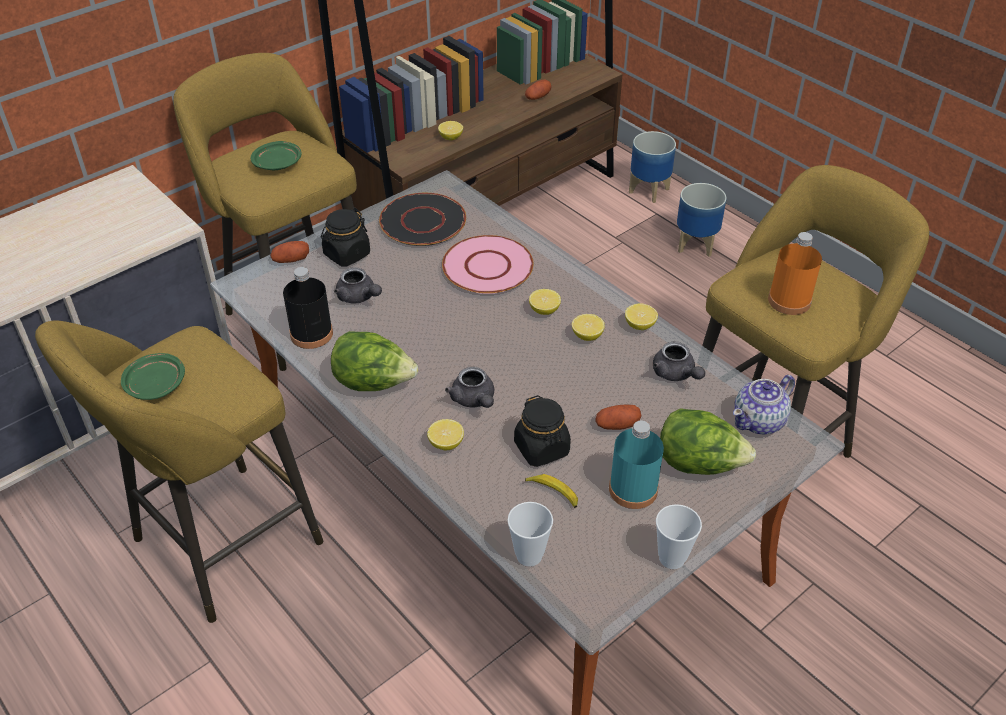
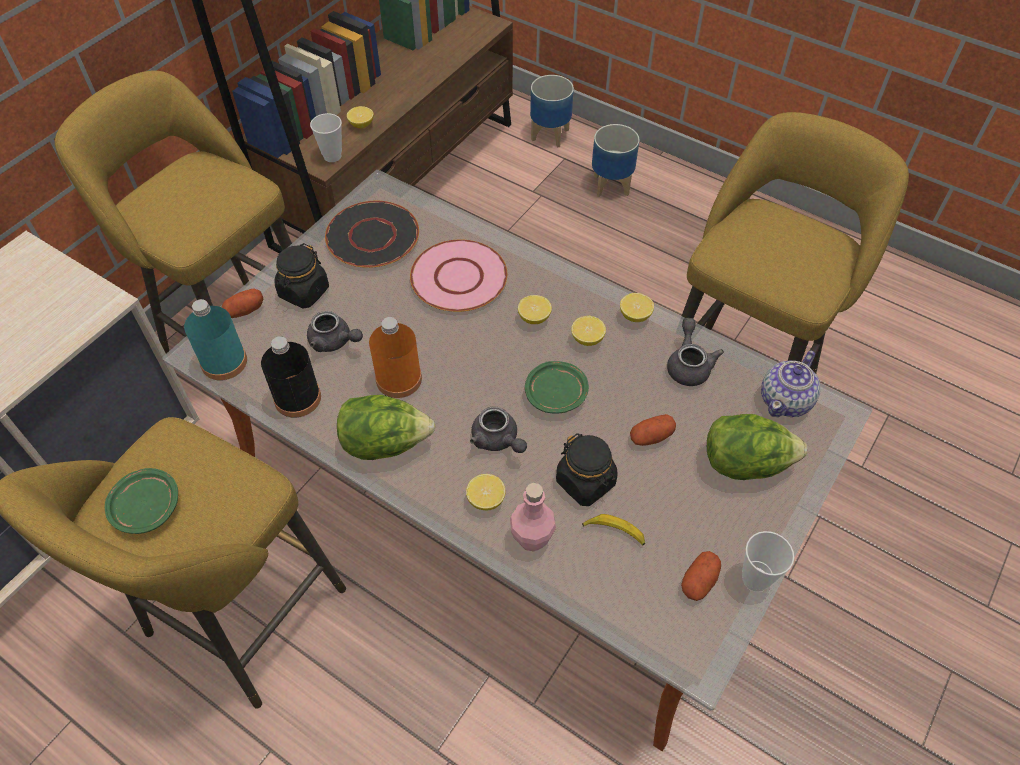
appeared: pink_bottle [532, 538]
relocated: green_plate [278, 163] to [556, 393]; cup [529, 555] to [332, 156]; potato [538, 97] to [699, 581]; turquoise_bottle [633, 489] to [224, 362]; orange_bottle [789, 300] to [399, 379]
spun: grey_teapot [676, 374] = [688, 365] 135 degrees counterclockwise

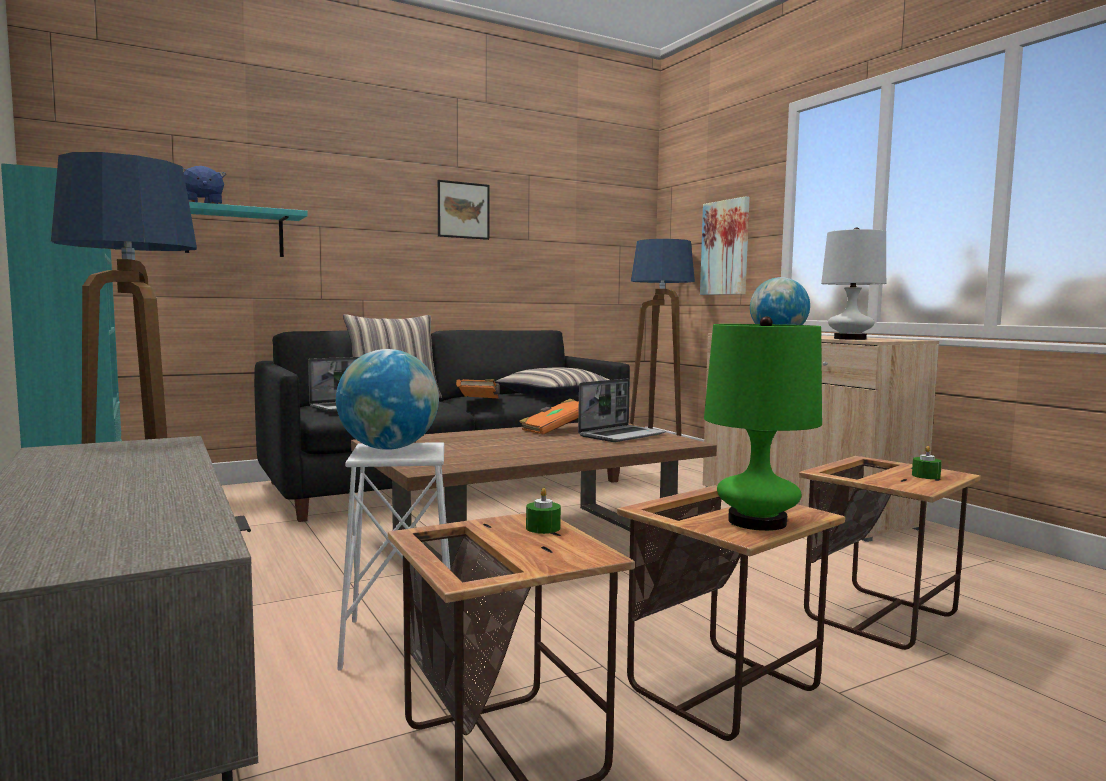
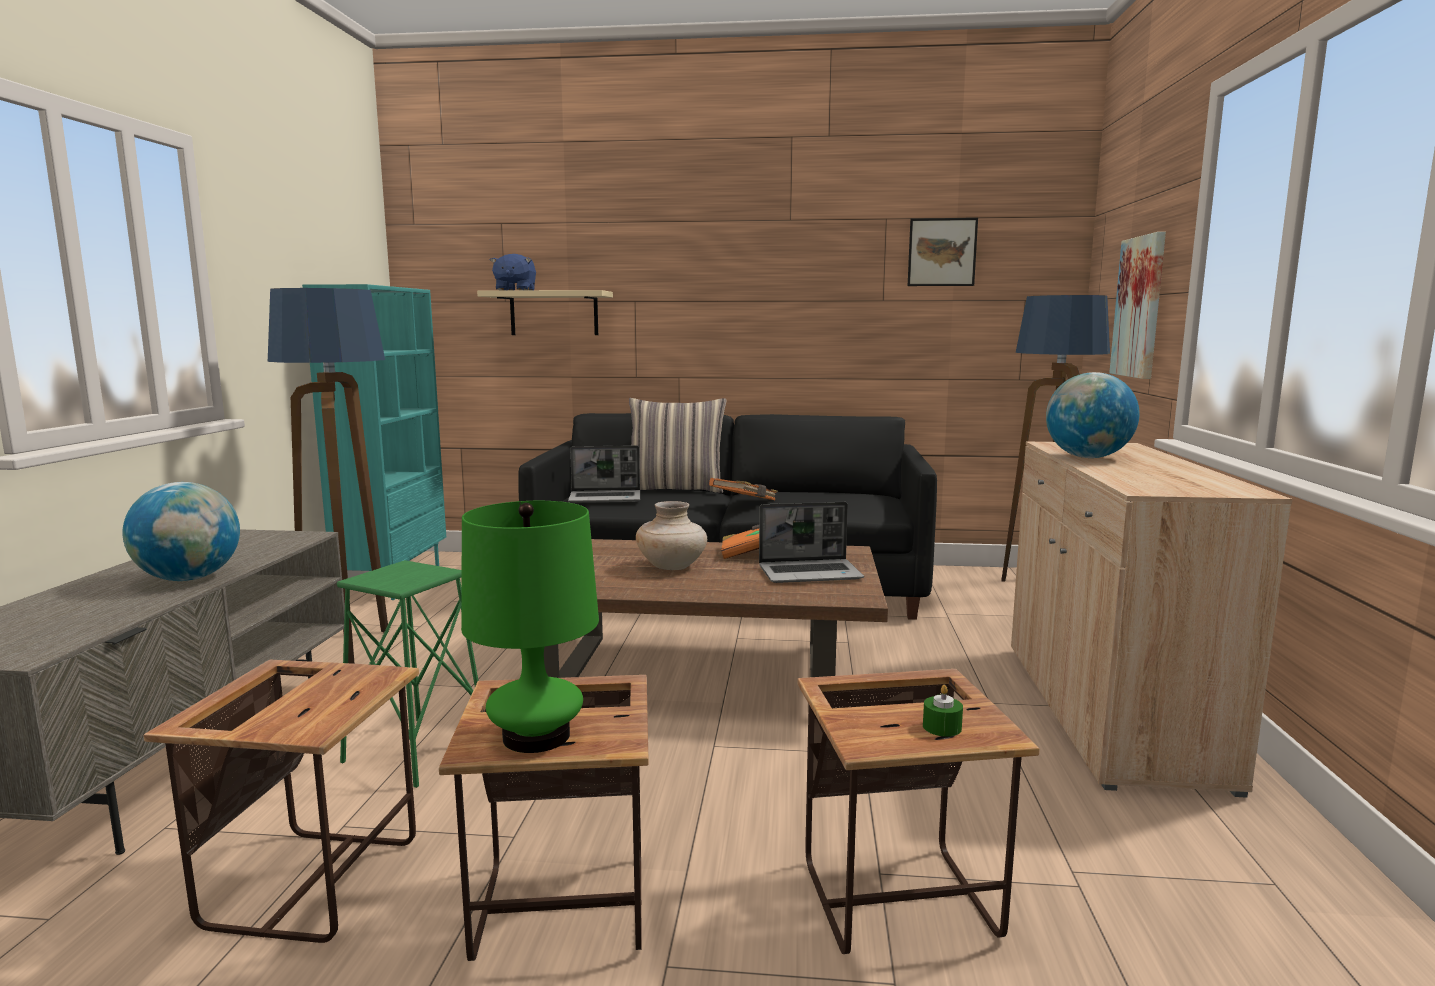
missing: pillow [554, 395]; green_candle [543, 528]; white_table_lamp [849, 339]
appeared: beige_vase [672, 567]
relocated: globe [388, 448] to [189, 578]; picture [463, 210] to [942, 252]
colour: turquoise_shelf [234, 233] to beige_shelf [554, 313]; white_stool [400, 641] to green_stool [417, 751]

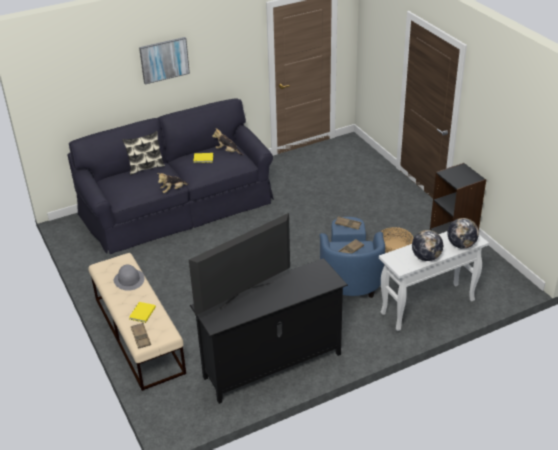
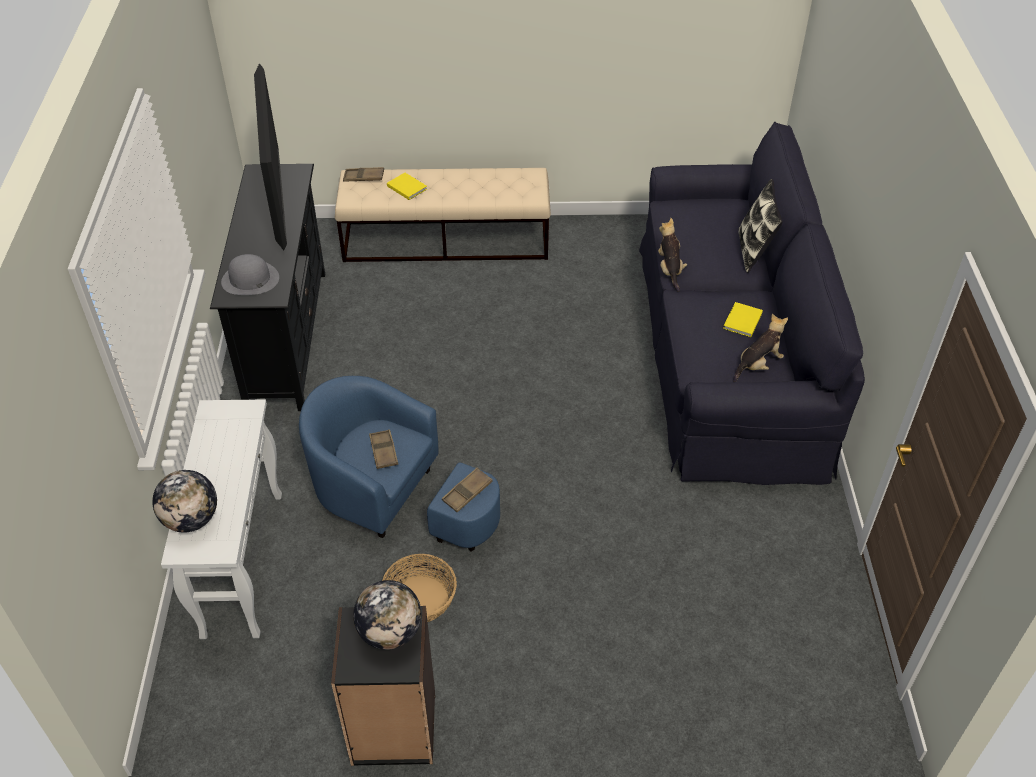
missing: picture [164, 60]
relocated: grey_hat [129, 280] to [250, 279]; globe [426, 257] to [390, 632]

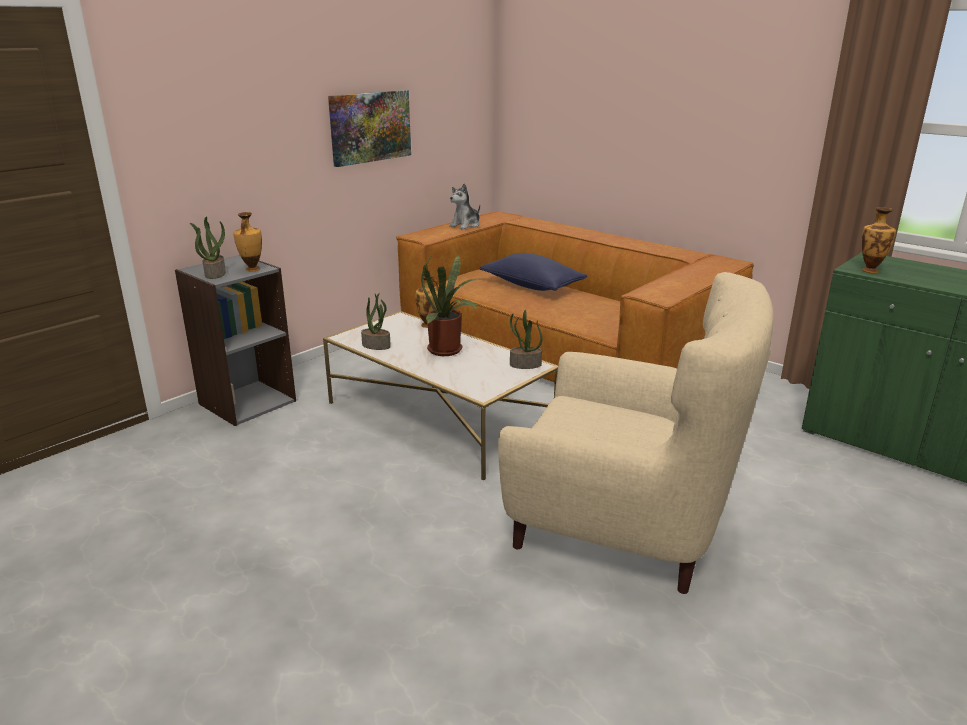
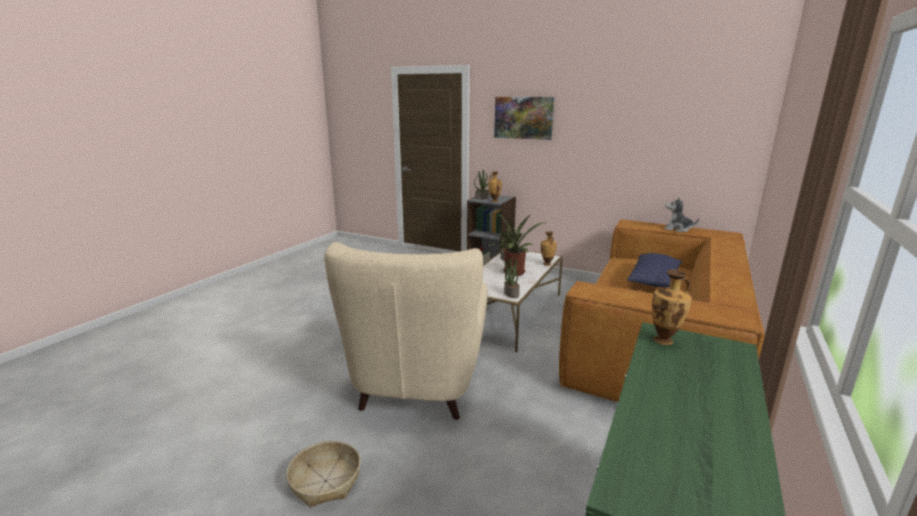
appeared: basket [325, 481]
relocated: picture [370, 127] to [523, 118]

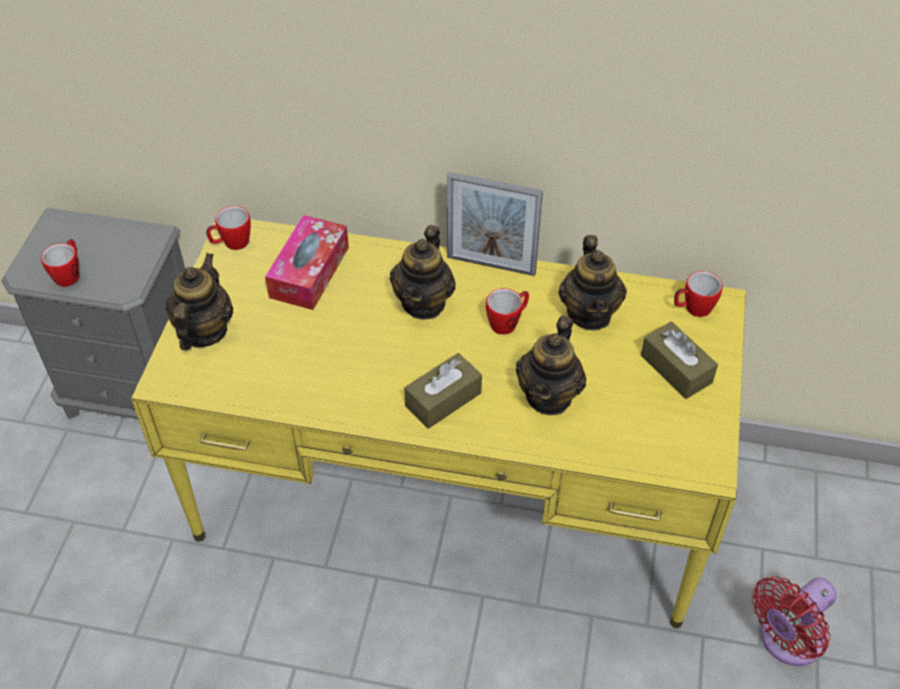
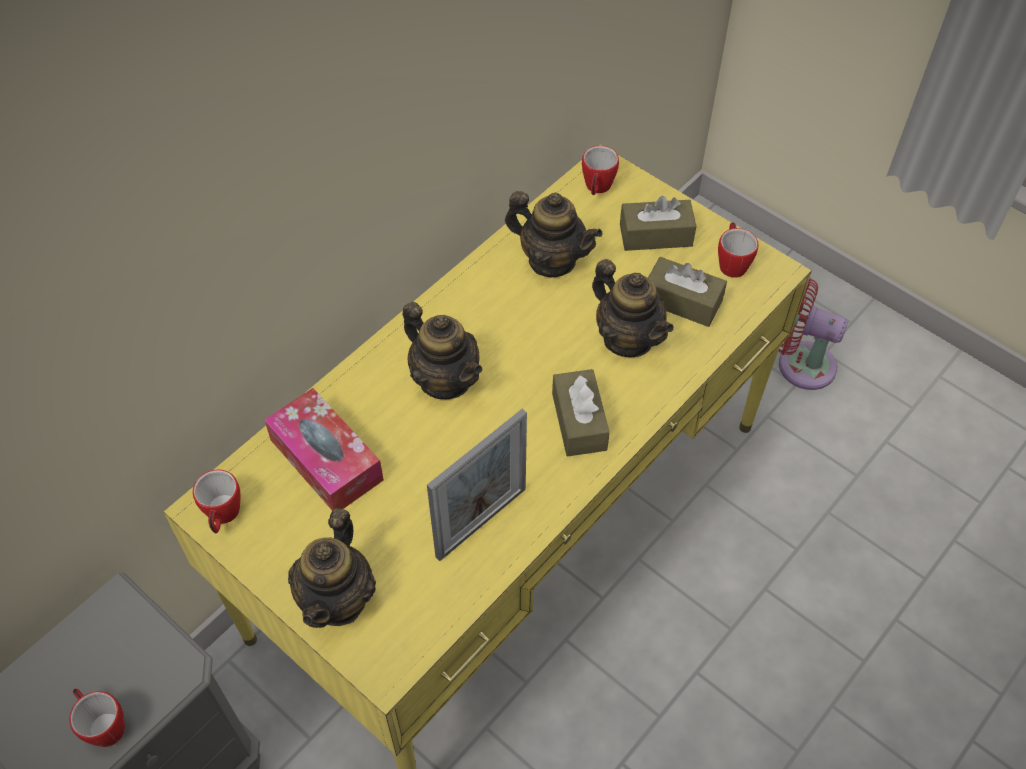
appeared: brown_tissue_box [682, 301]
relocated: picture_frame [491, 265] to [481, 522]; mug [508, 322] to [731, 262]
spun: teapot [204, 331] = [338, 599] 120 degrees counterclockwise; red_fan [786, 640] = [800, 363] 120 degrees clockwise

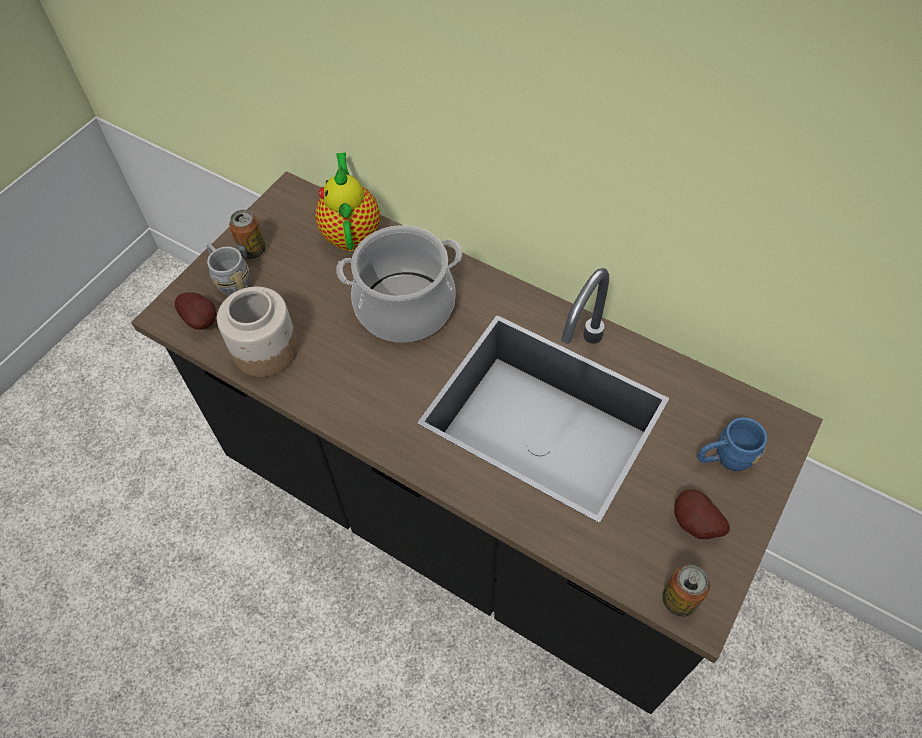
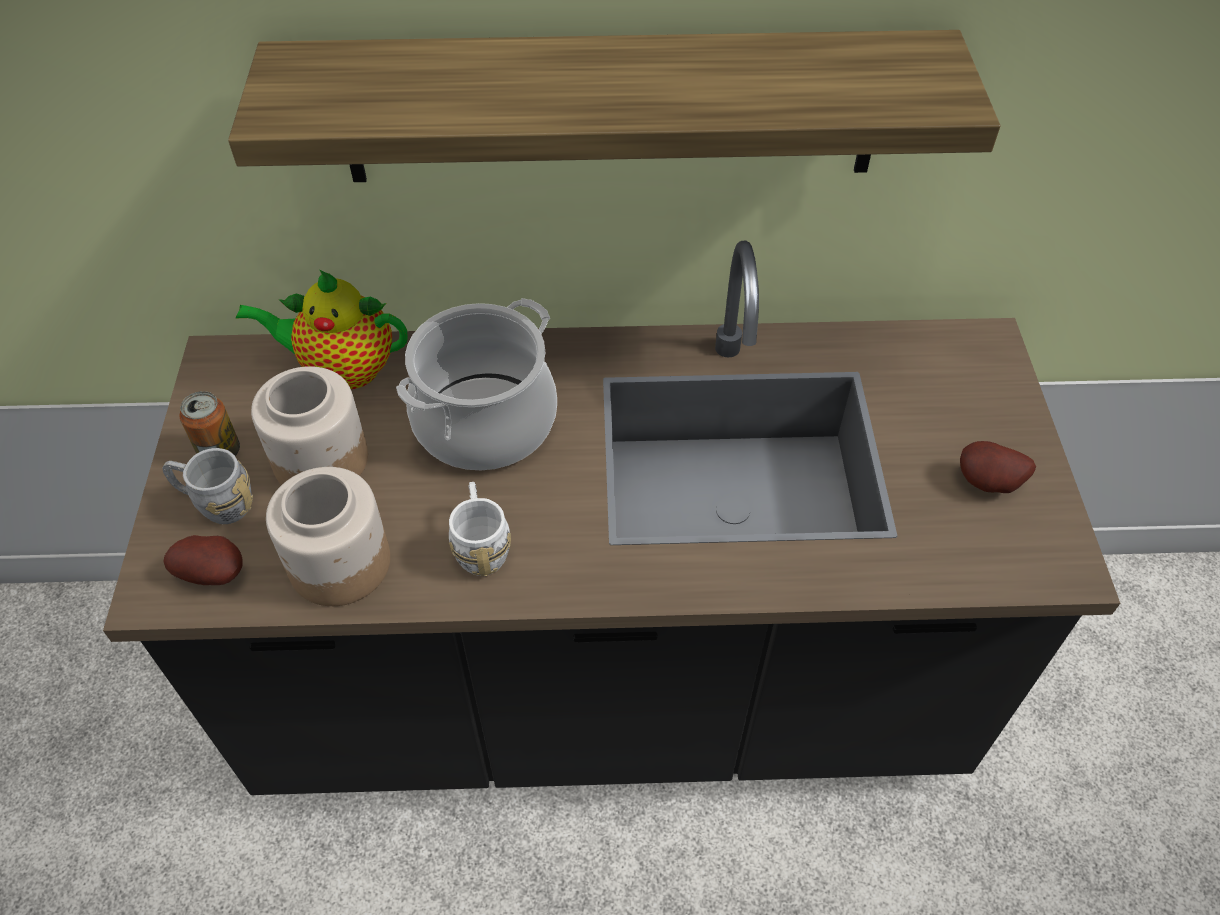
missing: can [679, 600]; blue_mug [724, 459]
appeared: shelf [611, 108]; jar [320, 460]; white_mug [481, 545]
spun: teapot [351, 232] = [343, 369] 45 degrees counterclockwise

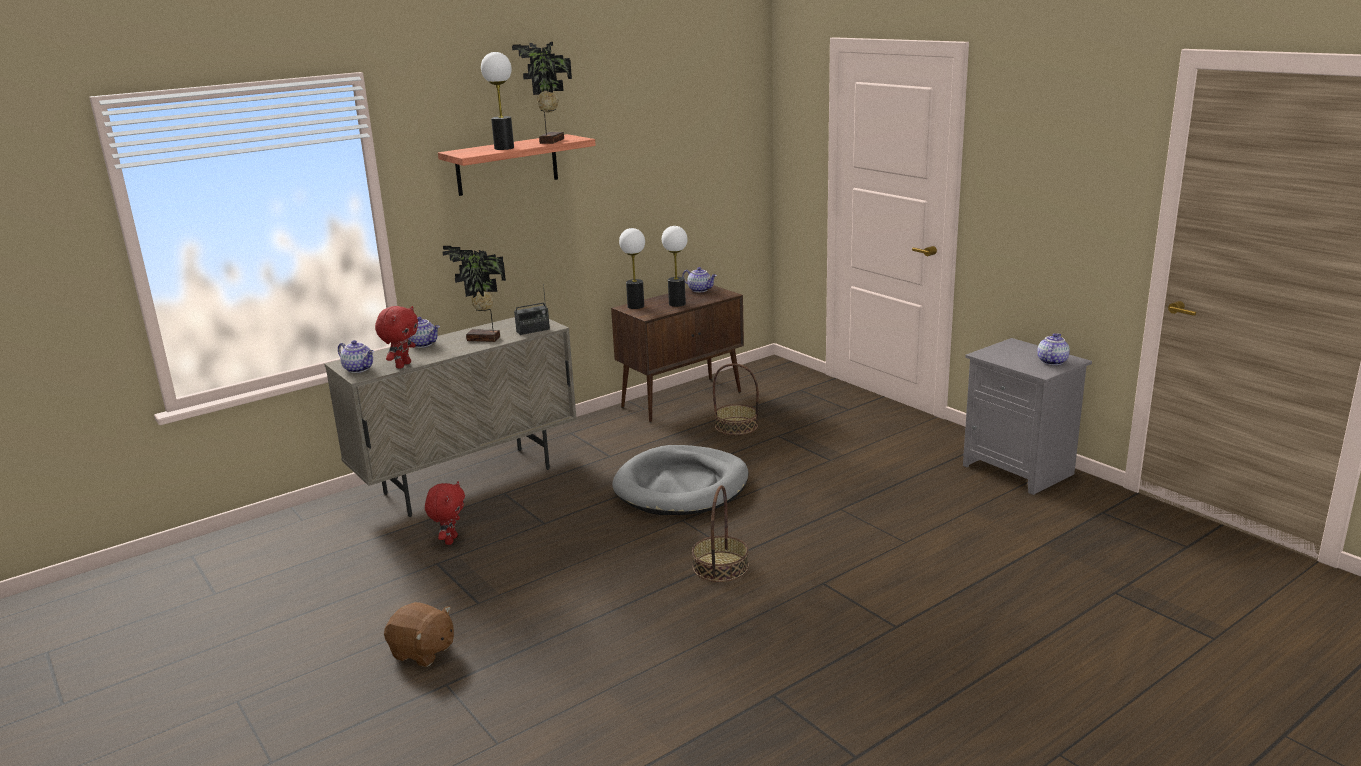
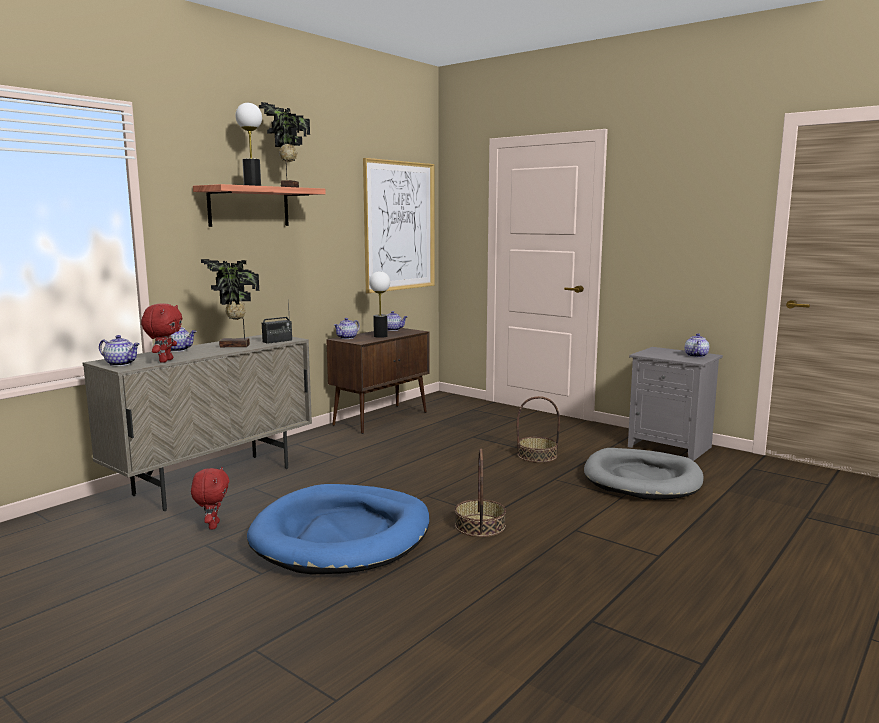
missing: brown_plush_toy [423, 652]
appeared: blue_dog_bed [342, 535]; picture [399, 226]
relocated: grey_dog_bed [682, 486] to [642, 479]; basket [736, 426] to [537, 455]
exchanged: table_lamp [636, 306] to teapot [347, 338]

